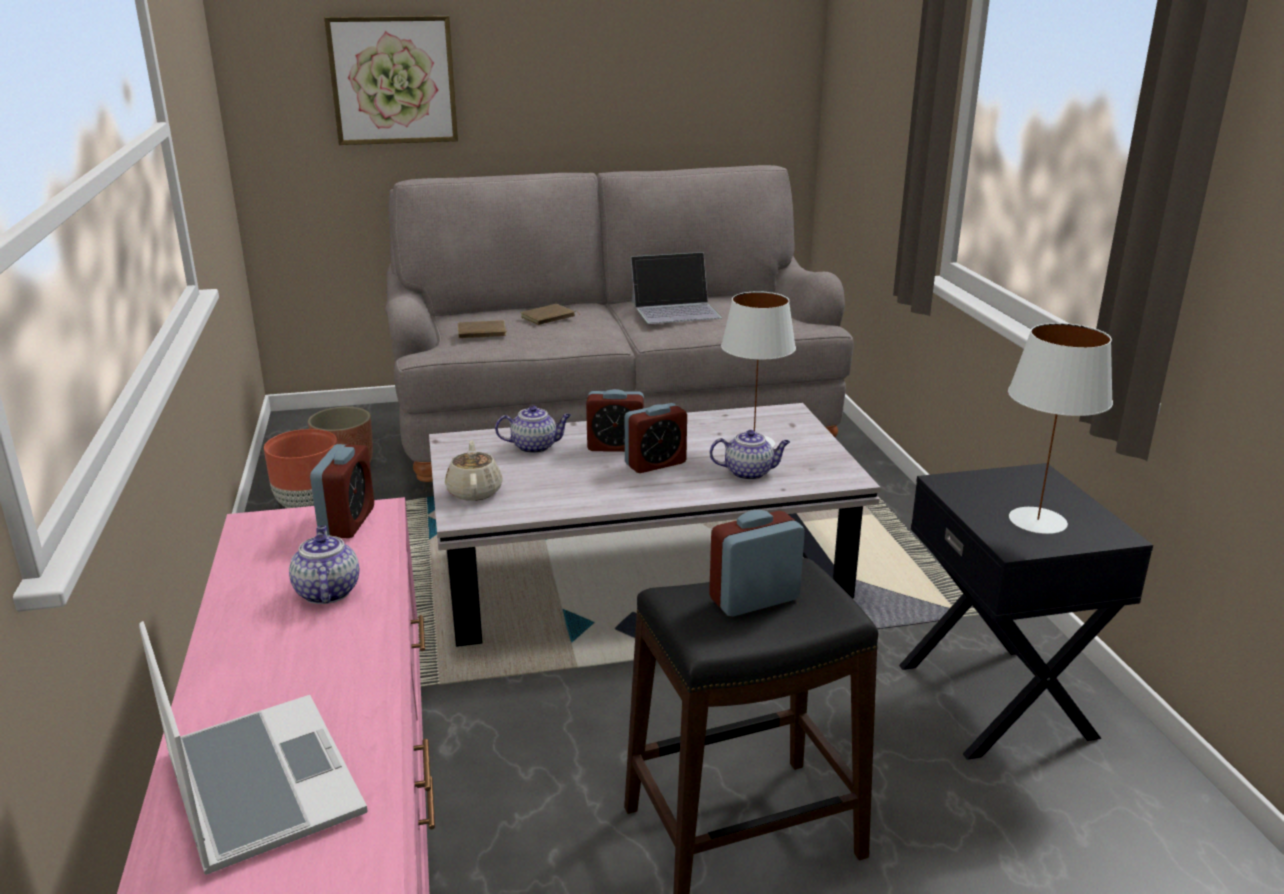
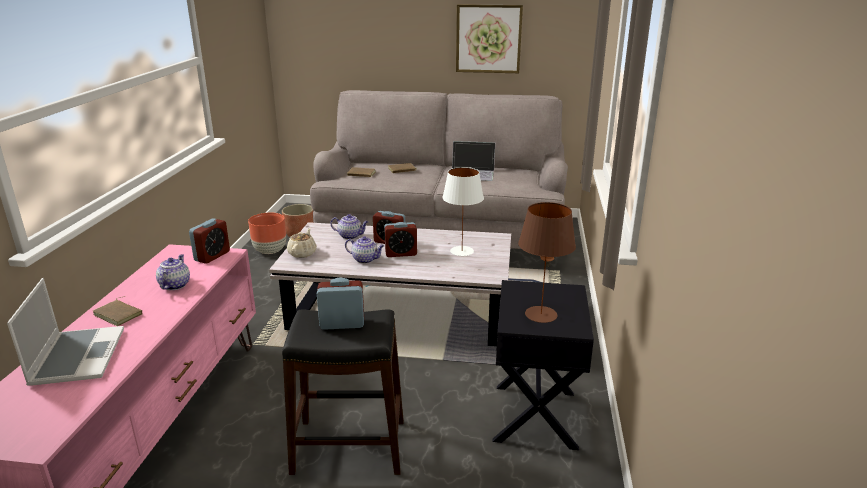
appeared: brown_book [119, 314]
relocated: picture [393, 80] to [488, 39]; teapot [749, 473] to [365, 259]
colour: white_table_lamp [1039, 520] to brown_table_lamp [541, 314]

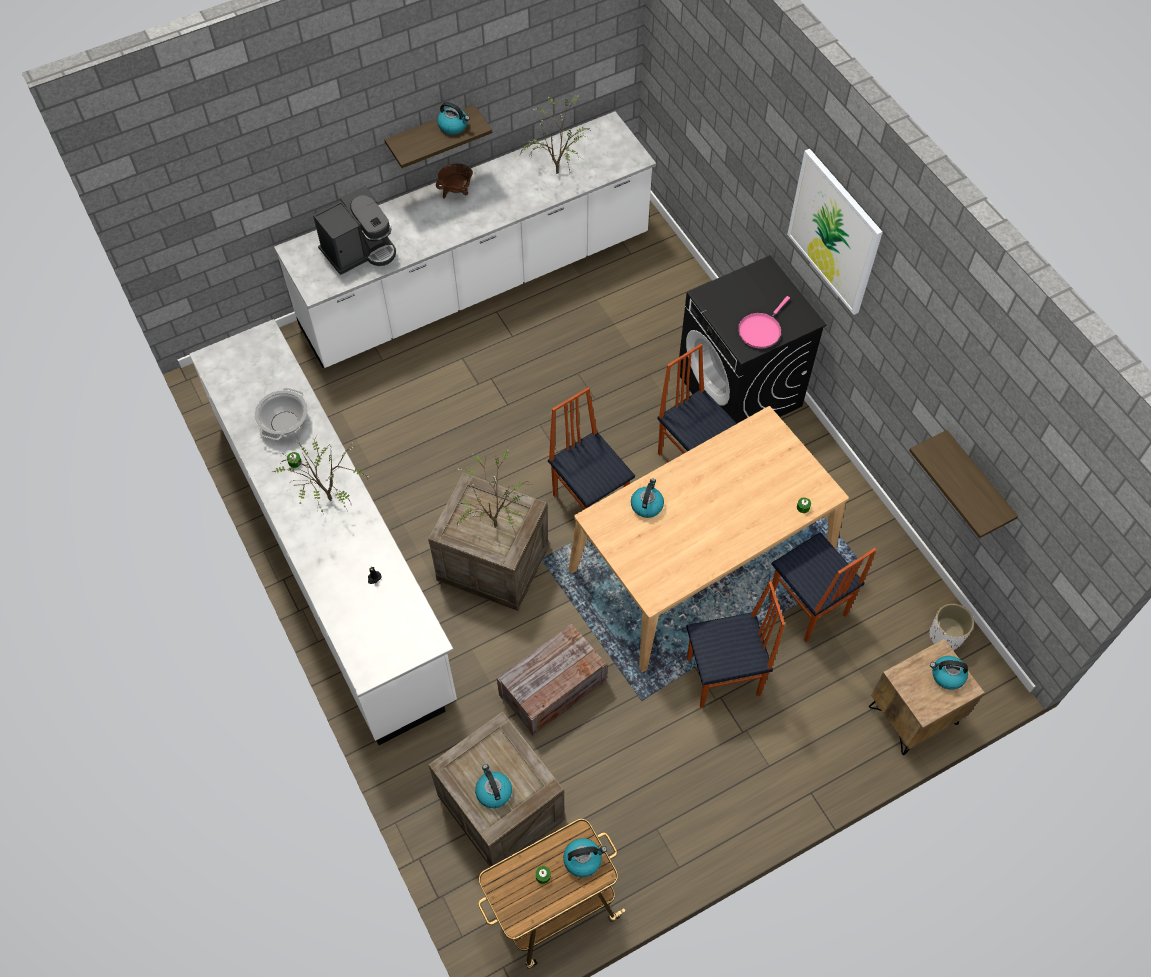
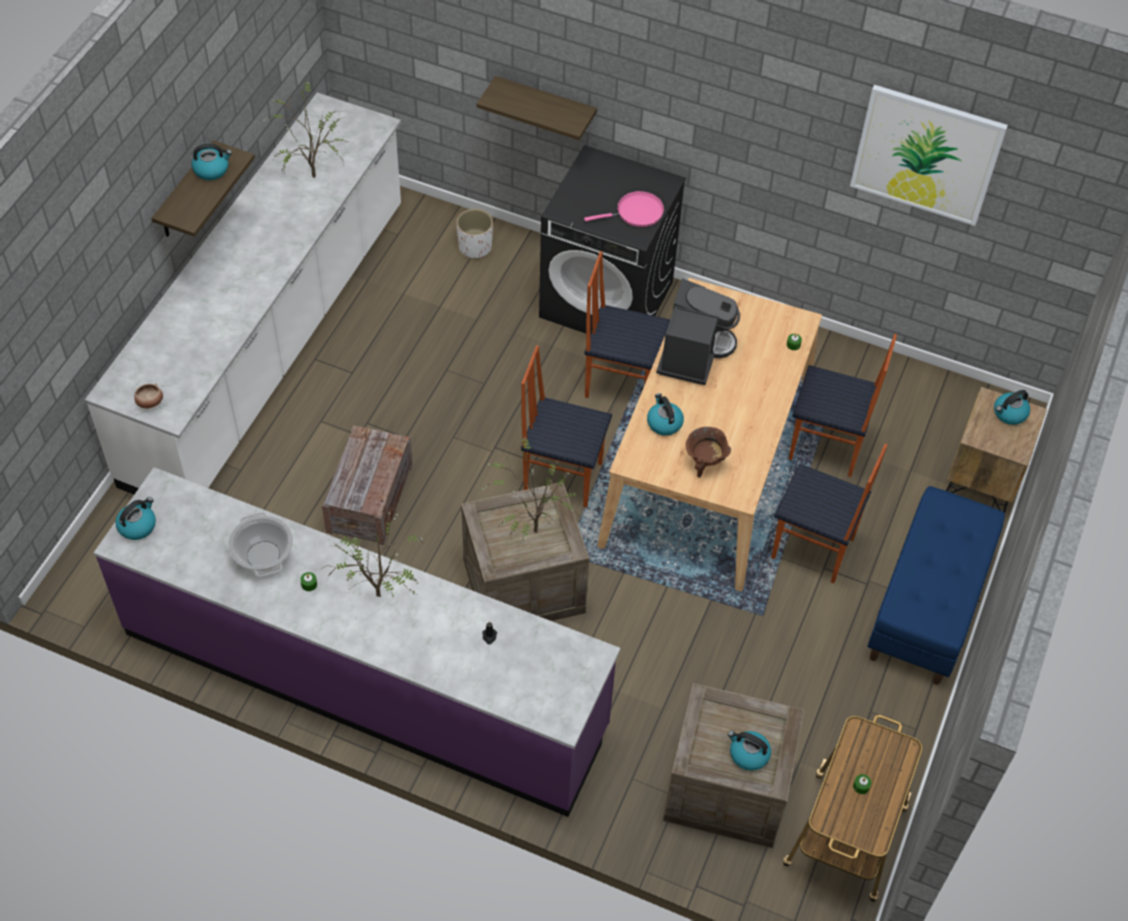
appeared: bowl [149, 402]; blue_bench [927, 607]
relocated: coffee_machine [360, 251] to [693, 353]; brown_cooking_pot [456, 192] to [705, 463]; crate [552, 688] to [369, 498]; kettle [583, 859] to [137, 525]; picture [834, 232] to [926, 154]; shelf [976, 482] to [545, 106]; white_planter [945, 636] to [474, 247]
colour: white_counter [334, 556] to purple_counter [365, 679]
spun: chair [724, 678] = [813, 550] 75 degrees clockwise; pink_frying_pan [761, 330] = [636, 213] 105 degrees counterclockwise

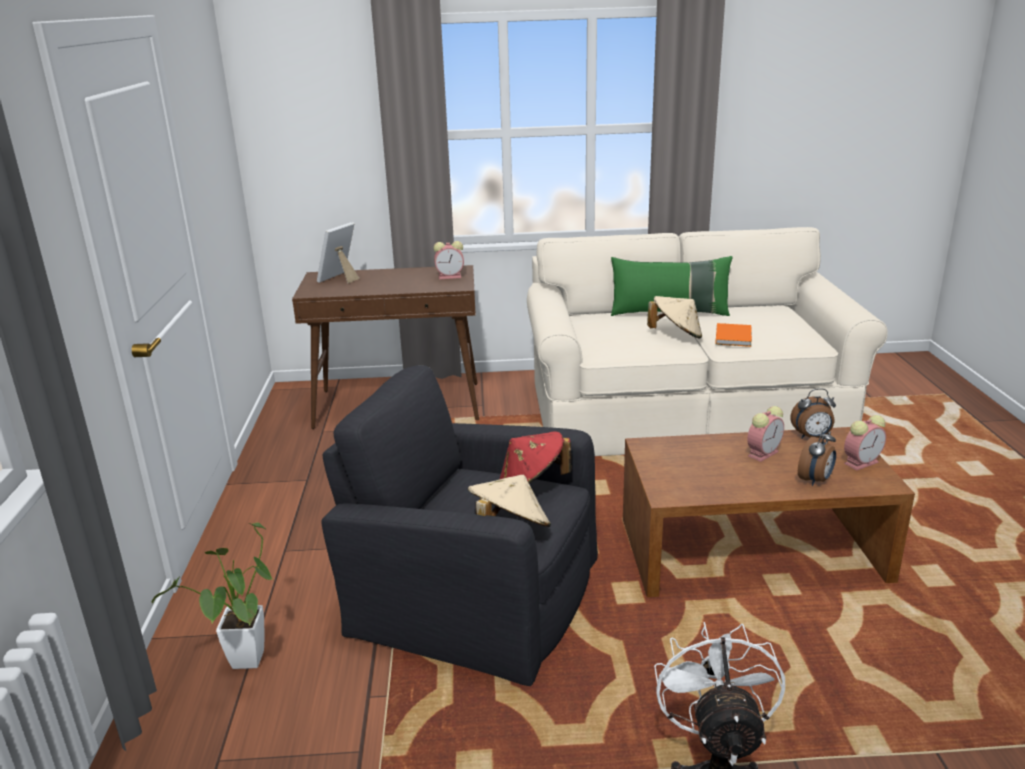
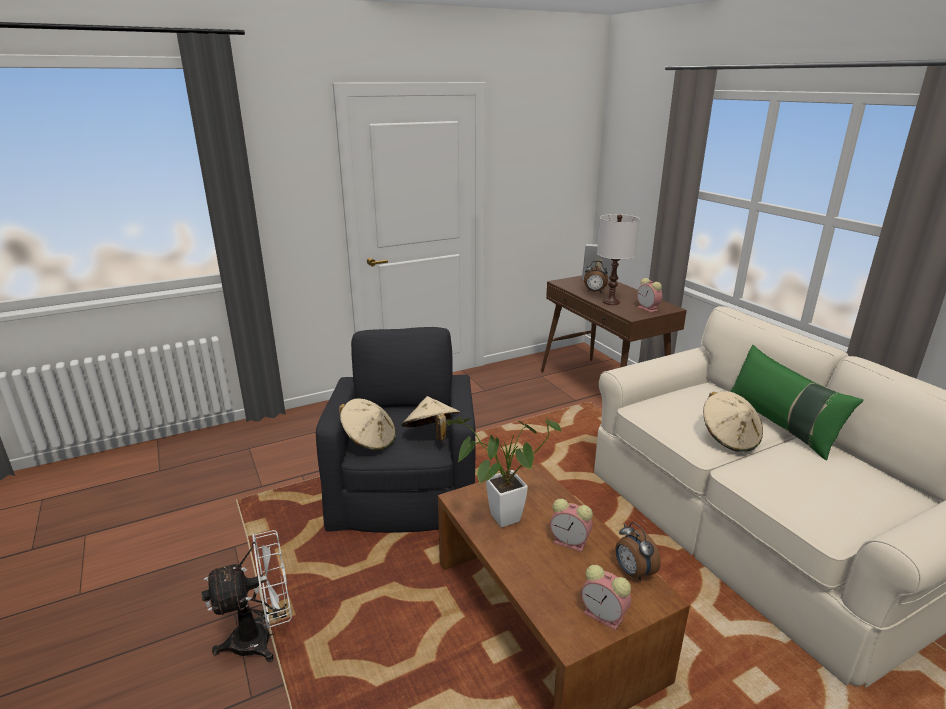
missing: orange_book [734, 336]
appeared: white_table_lamp [611, 302]
relocated: potted_plant [245, 666] to [498, 520]; alarm_clock [815, 480] to [594, 292]
colour: red_hat [532, 484] to beige_hat [432, 435]

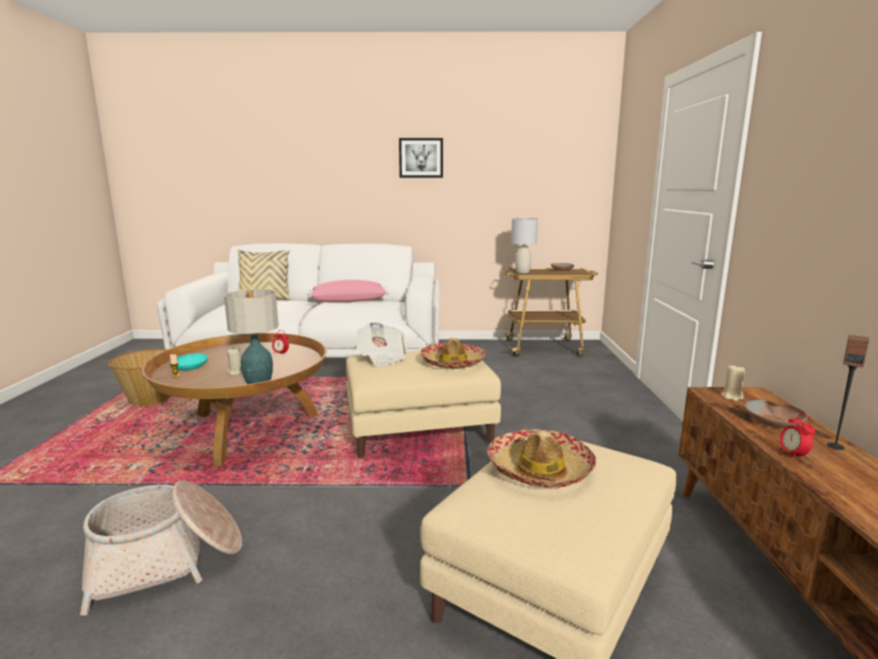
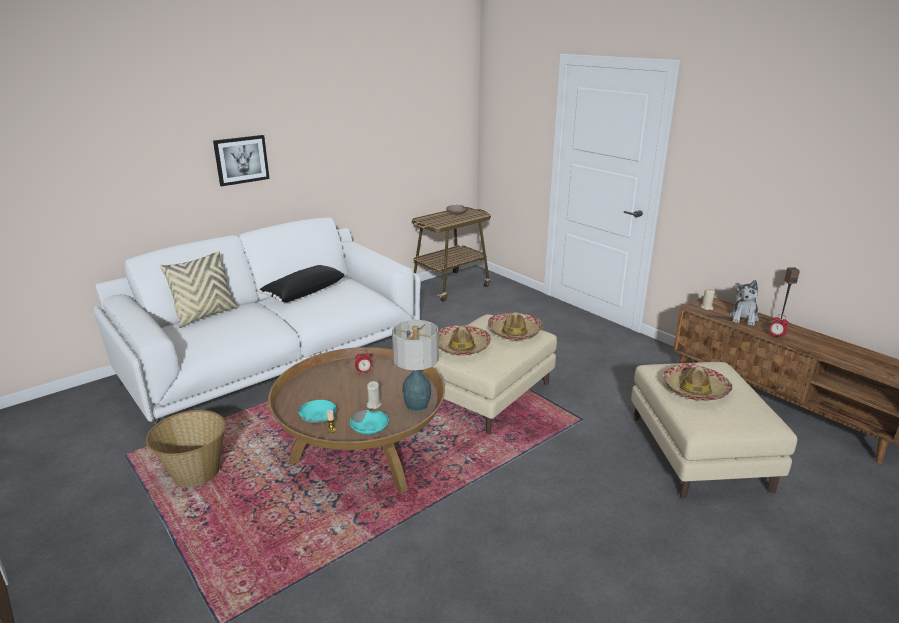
missing: basket [167, 561]; grey_table_lamp [522, 272]
appeared: turquoise_bowl [370, 428]
relocated: picture [421, 158] to [241, 160]
exchanged: newspaper [381, 358] to hat [461, 347]; brown_bowl [774, 422] to plush_toy [743, 318]
colour: pink_pillow [349, 301] to black_pillow [304, 292]

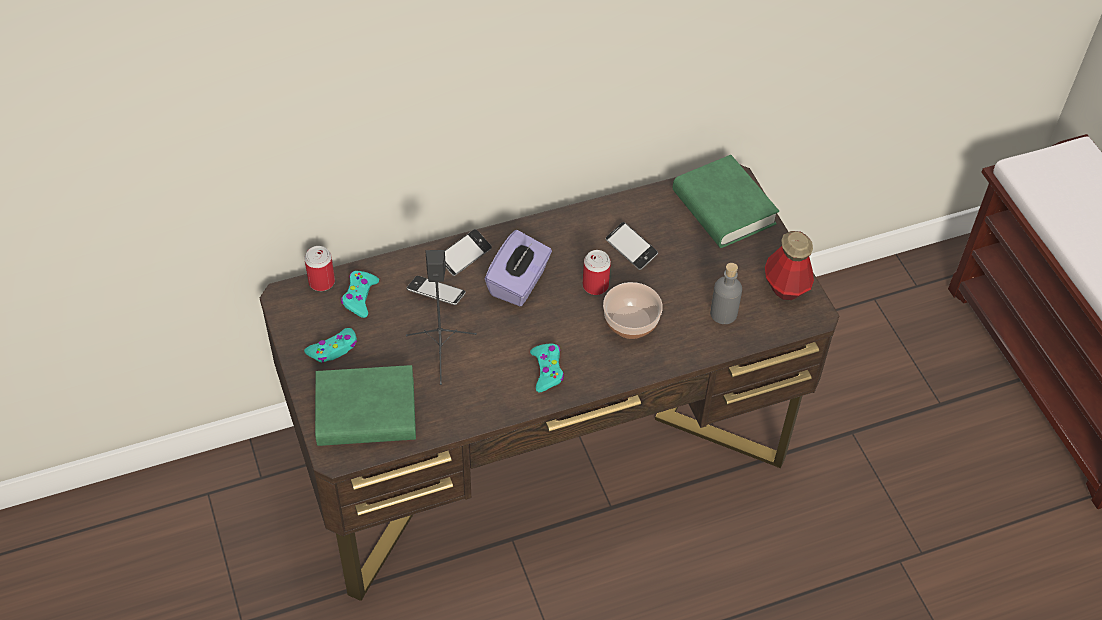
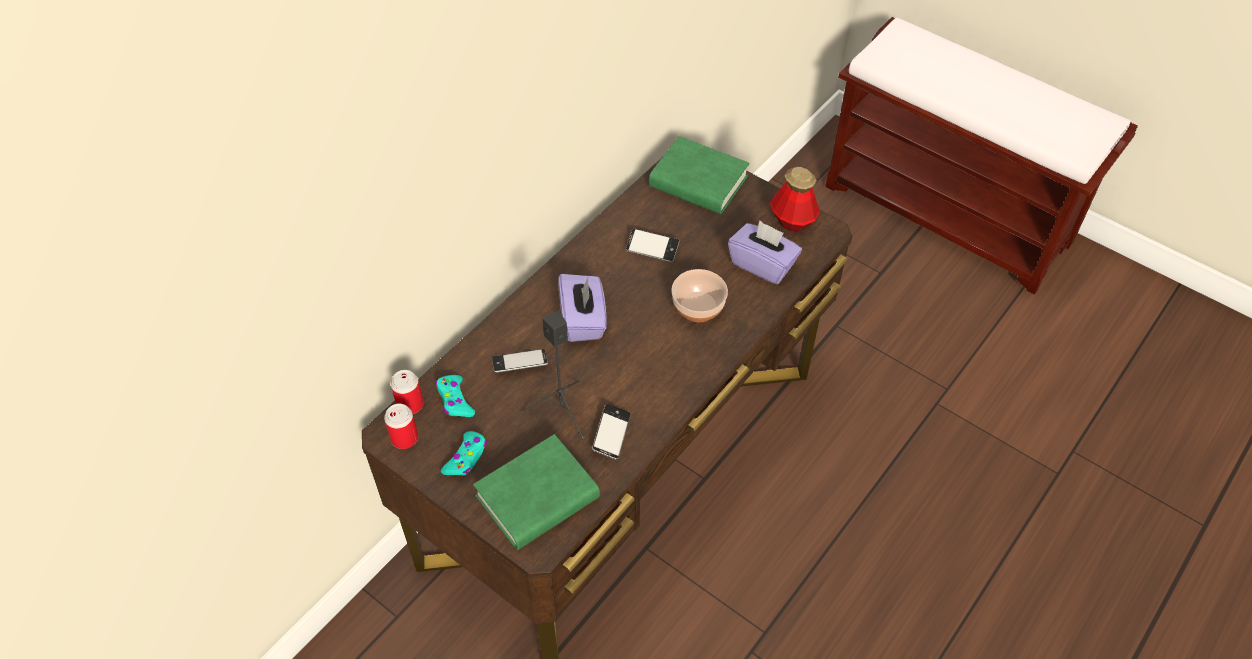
missing: turquoise_game_controller [547, 370]
relocated: phone [464, 255] to [611, 434]; can [595, 286] to [404, 438]
exchanged: grey_bottle [723, 313] to purple_tissue_box [762, 264]

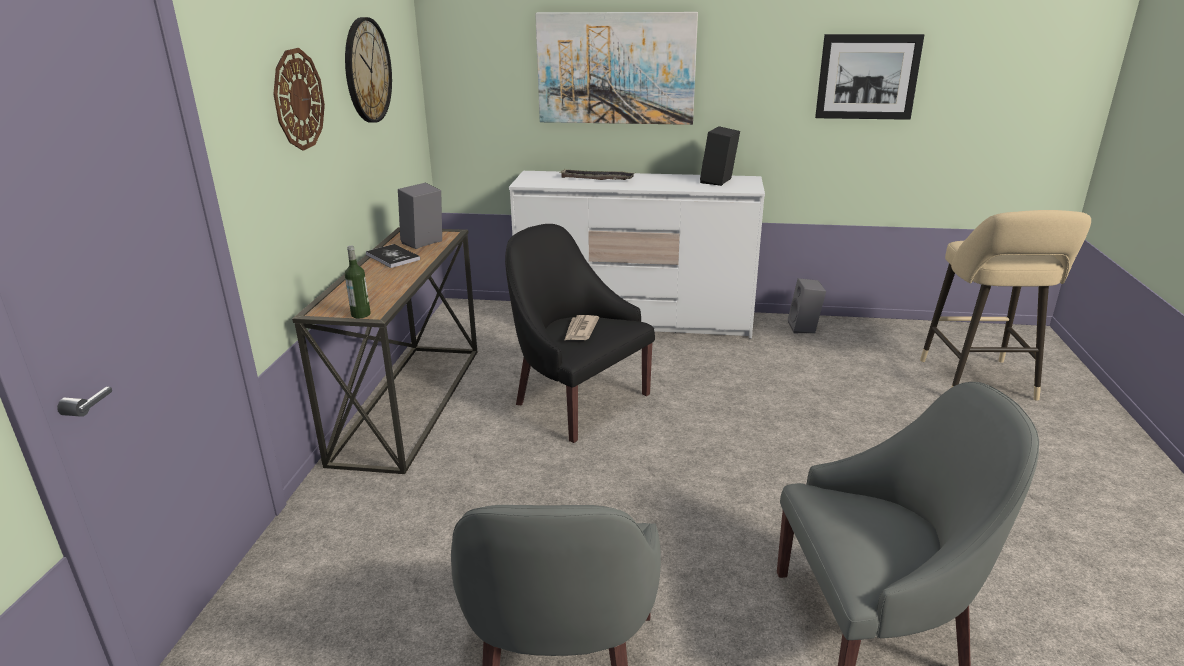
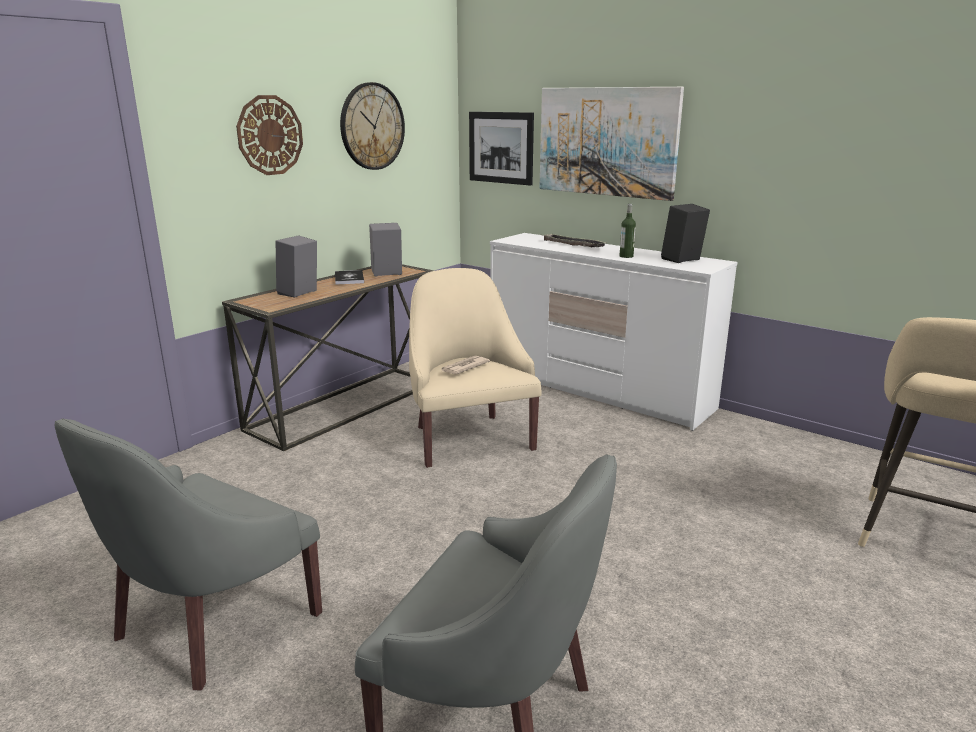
relocated: bottle [361, 314] to [626, 256]; grey_speaker [804, 328] to [299, 293]; picture [867, 77] to [501, 147]
colour: black_armchair [577, 401] to beige_armchair [468, 438]

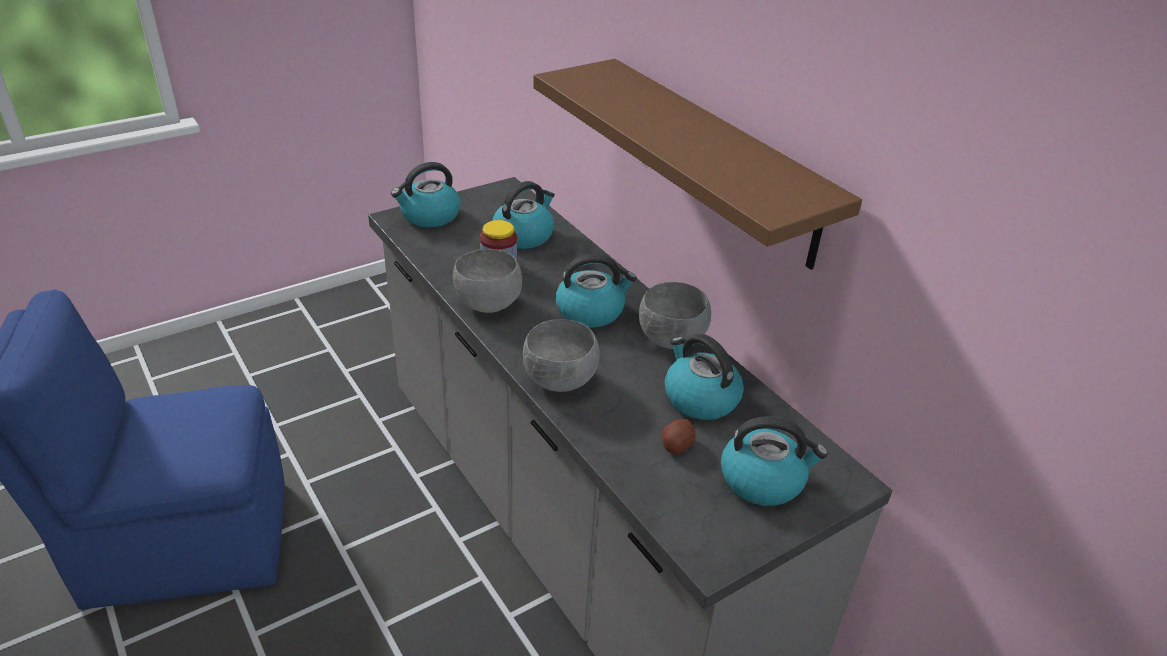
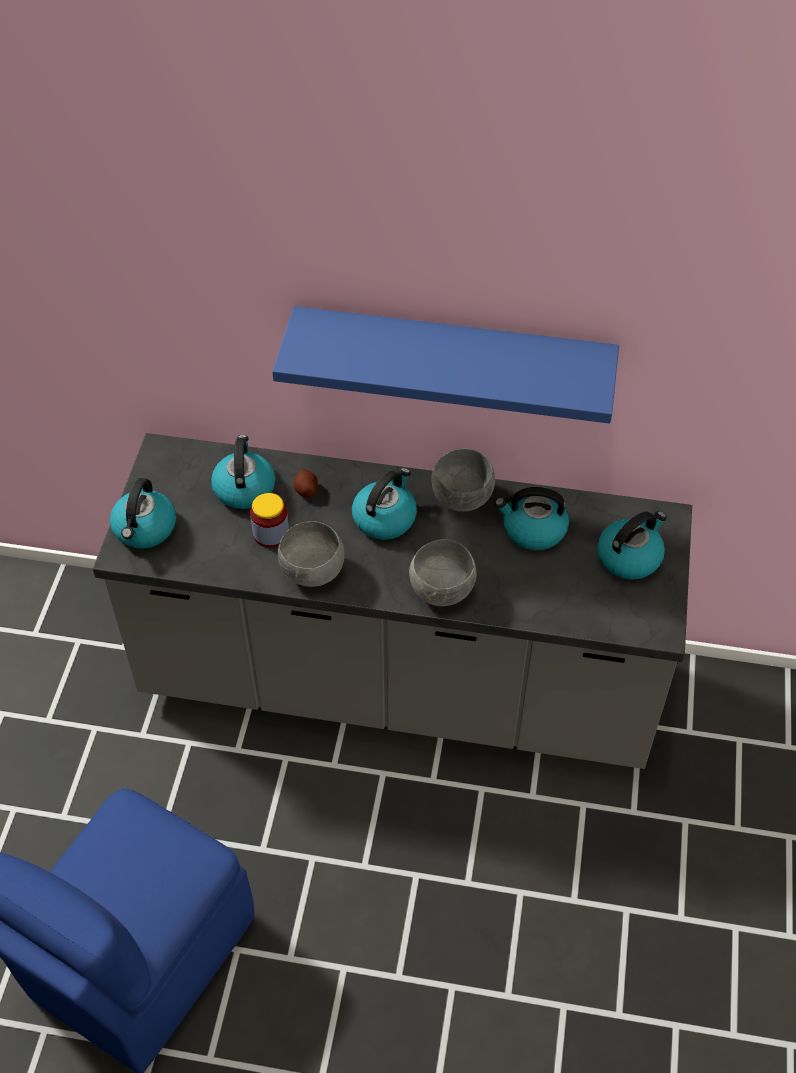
relocated: potato [676, 445] to [306, 490]
colour: brown_shelf [715, 160] to blue_shelf [453, 353]

